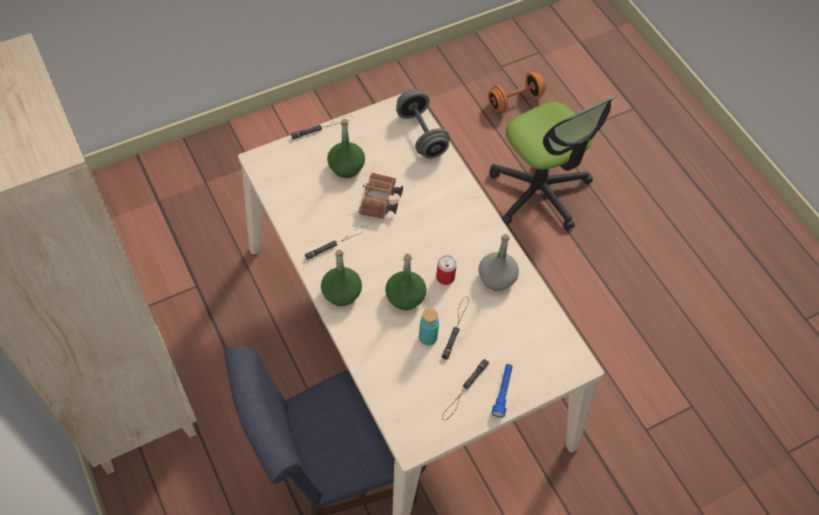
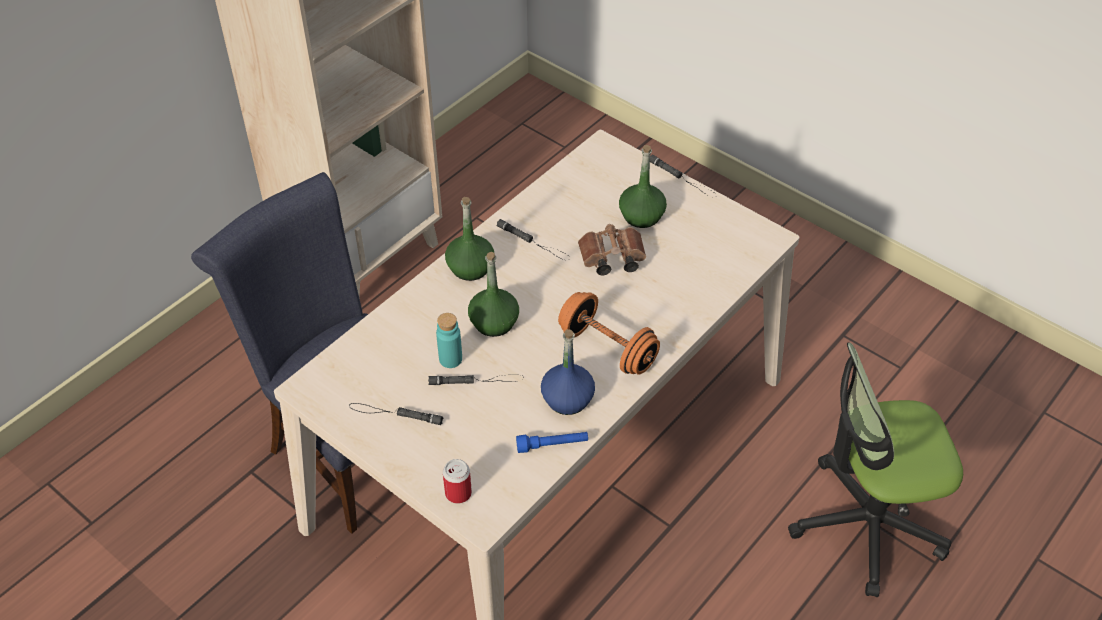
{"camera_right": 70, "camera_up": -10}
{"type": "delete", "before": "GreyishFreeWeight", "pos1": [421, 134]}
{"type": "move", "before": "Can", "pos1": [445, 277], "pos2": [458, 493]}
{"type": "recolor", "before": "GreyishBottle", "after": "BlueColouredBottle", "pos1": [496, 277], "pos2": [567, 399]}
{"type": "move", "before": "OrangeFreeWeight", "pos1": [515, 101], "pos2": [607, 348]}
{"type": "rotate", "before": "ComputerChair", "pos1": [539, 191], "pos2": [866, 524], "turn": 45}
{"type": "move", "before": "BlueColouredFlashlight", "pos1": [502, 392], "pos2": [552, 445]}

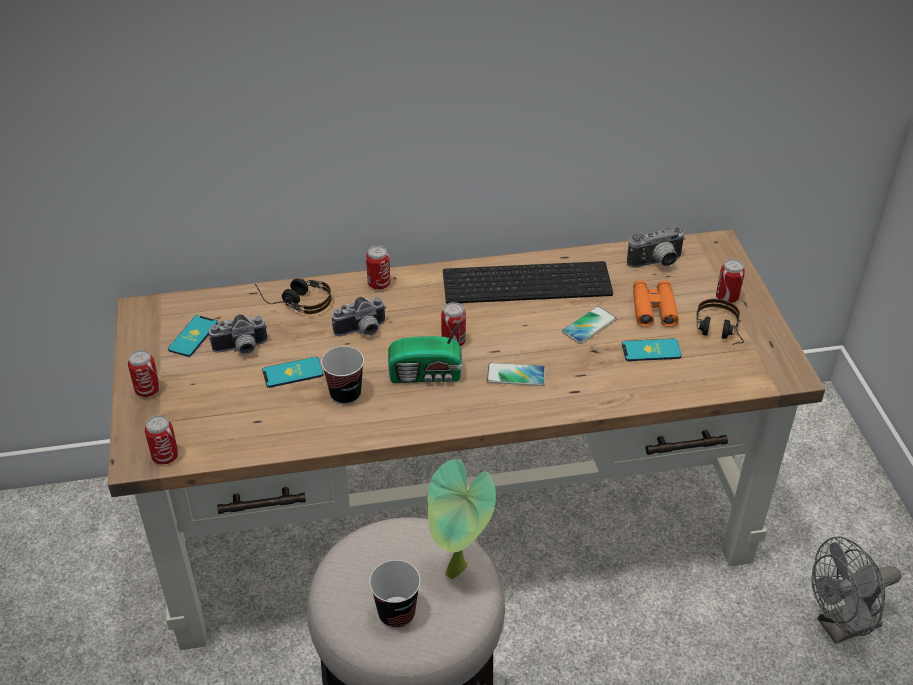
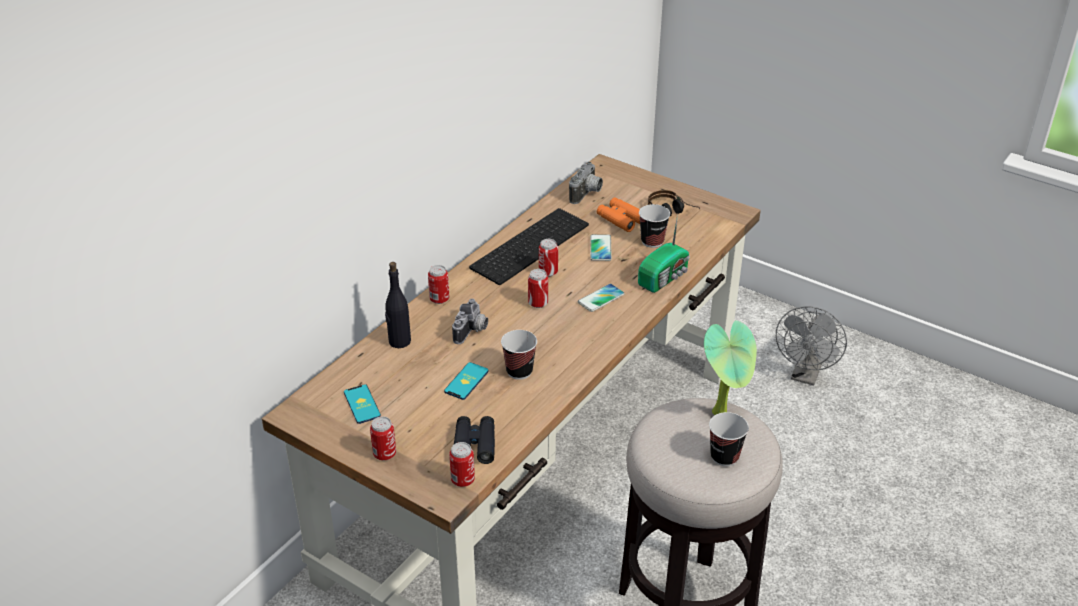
{"camera_right": -45, "camera_up": -5}
{"type": "delete", "before": "PhotoCamera", "pos1": [241, 349]}
{"type": "replace", "before": "Headset", "after": "BlackBottle", "pos1": [295, 301], "pos2": [399, 341]}
{"type": "move", "before": "RadioSet", "pos1": [427, 375], "pos2": [665, 277]}
{"type": "replace", "before": "Phone", "after": "DrinkingCup", "pos1": [651, 350], "pos2": [652, 241]}
{"type": "move", "before": "Can", "pos1": [727, 298], "pos2": [548, 272]}
{"type": "insert", "after": "BlackPairOfBinoculars", "pos2": [474, 445]}

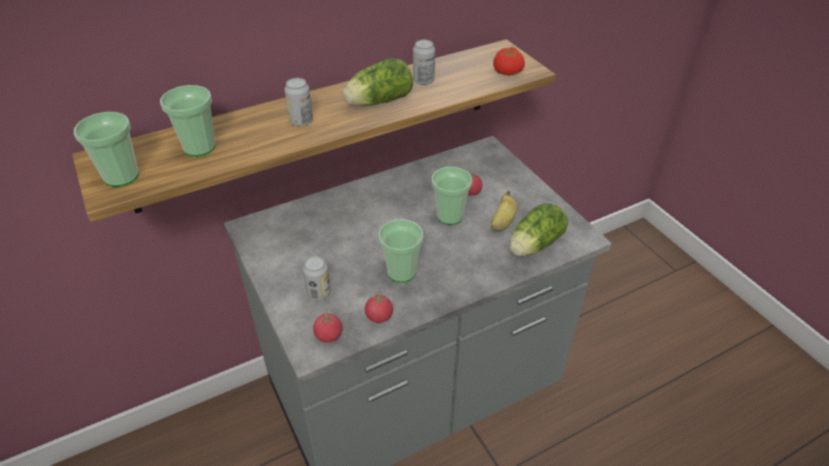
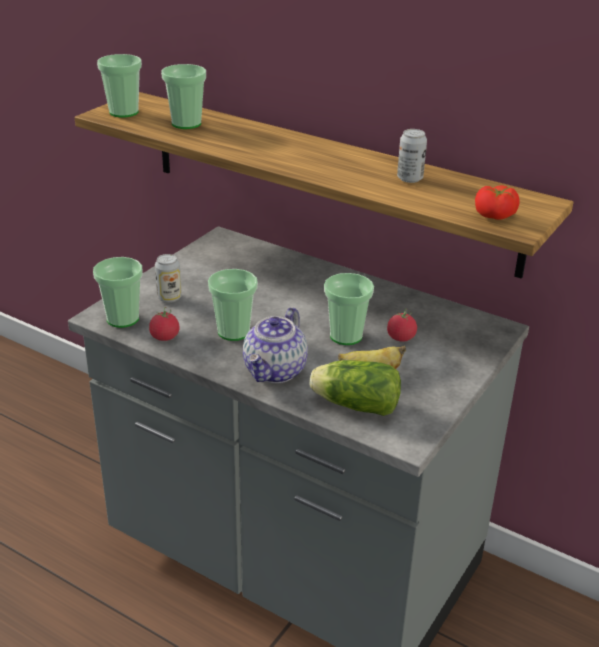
{"camera_right": 60, "camera_up": -10}
{"type": "delete", "before": "Can", "pos1": [301, 121]}
{"type": "replace", "before": "Tomato", "after": "DrinkingCup", "pos1": [328, 335], "pos2": [122, 319]}
{"type": "delete", "before": "LettuceHead", "pos1": [377, 102]}
{"type": "insert", "after": "Teapot", "pos2": [275, 371]}

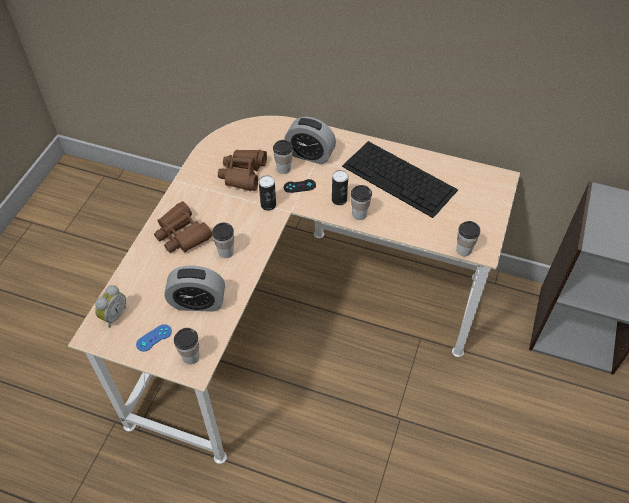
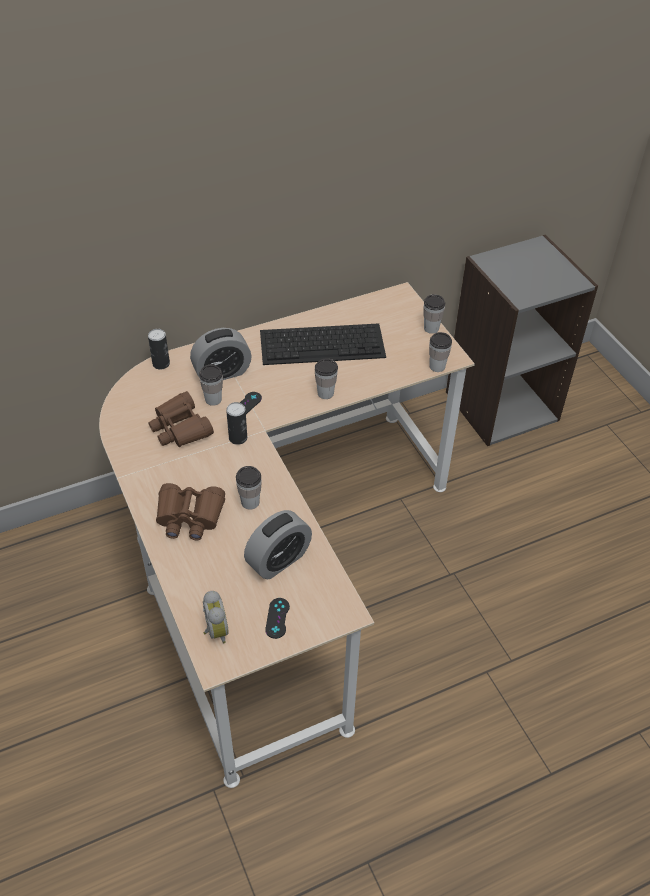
{"camera_right": -45, "camera_up": -5}
{"type": "recolor", "before": "BlueColouredGamepad", "after": "BlackGamepad", "pos1": [154, 338], "pos2": [277, 618]}
{"type": "move", "before": "DrinkingCup", "pos1": [191, 357], "pos2": [431, 328]}
{"type": "move", "before": "Can", "pos1": [339, 199], "pos2": [161, 364]}

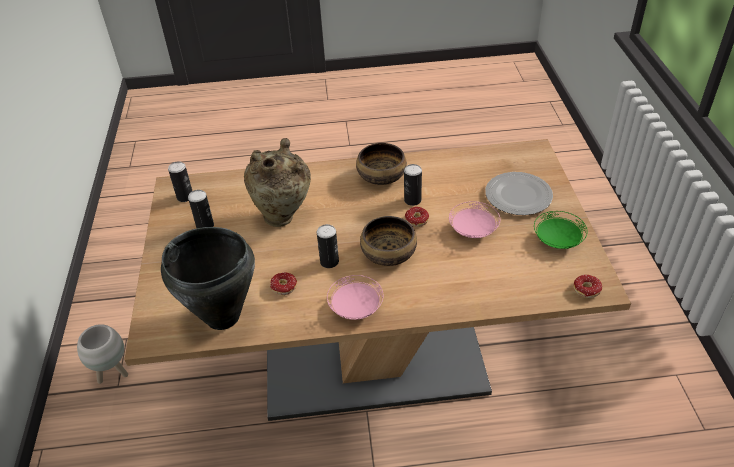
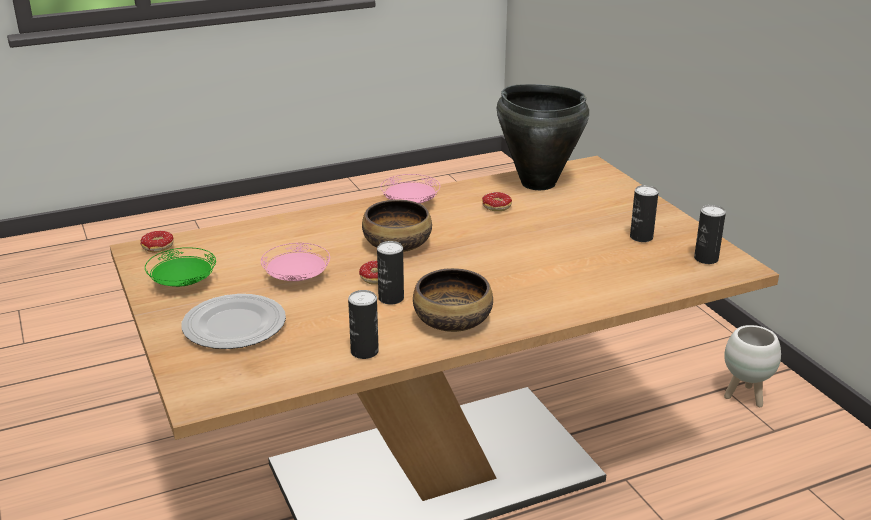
{"camera_right": 160, "camera_up": -15}
{"type": "delete", "before": "BeigeColouredFlowerVase", "pos1": [283, 216]}
{"type": "move", "before": "Can", "pos1": [329, 262], "pos2": [364, 351]}

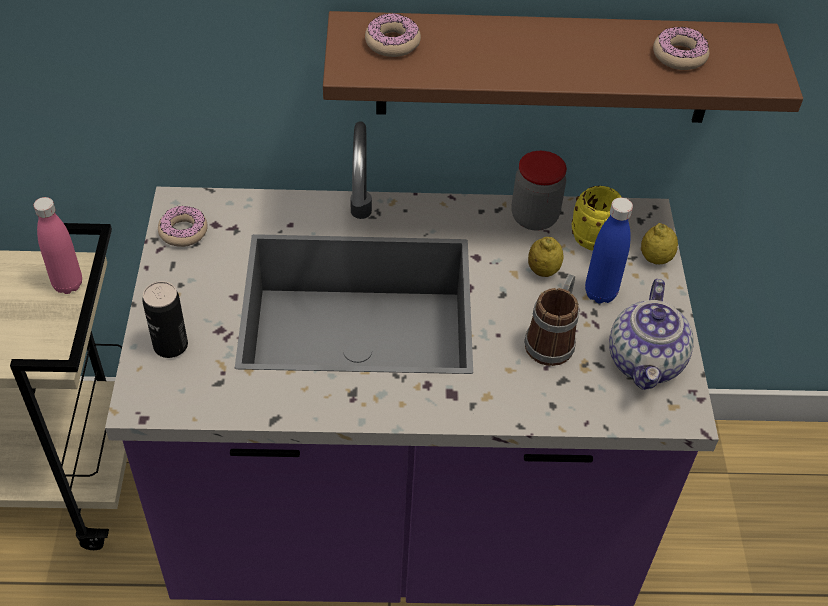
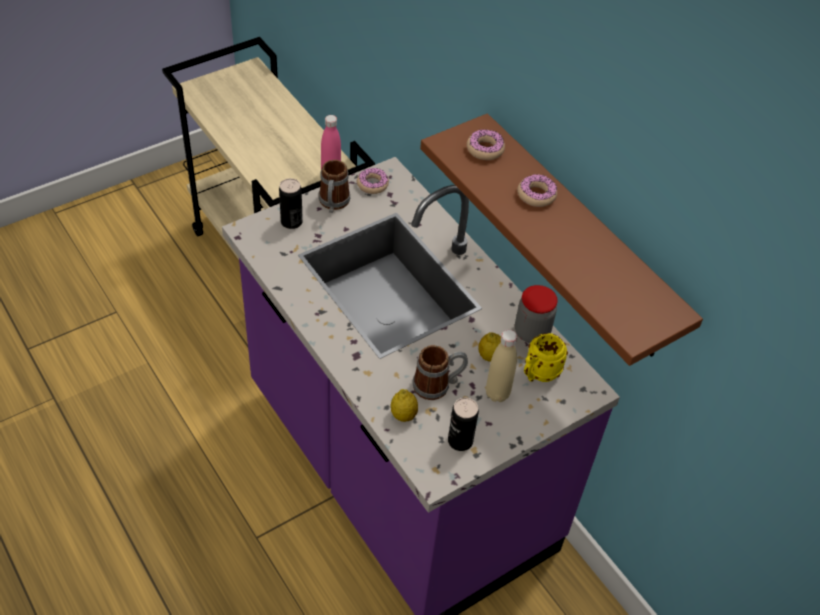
{"camera_right": 55, "camera_up": 0}
{"type": "recolor", "before": "BlueColouredBottle", "after": "BeigeColouredBottle", "pos1": [600, 293], "pos2": [497, 393]}
{"type": "replace", "before": "Teapot", "after": "Can", "pos1": [646, 362], "pos2": [460, 441]}
{"type": "move", "before": "CitrusFruit", "pos1": [655, 259], "pos2": [403, 415]}
{"type": "move", "before": "RingDoughnut", "pos1": [679, 55], "pos2": [536, 195]}
{"type": "insert", "after": "TeaMug", "pos2": [333, 204]}

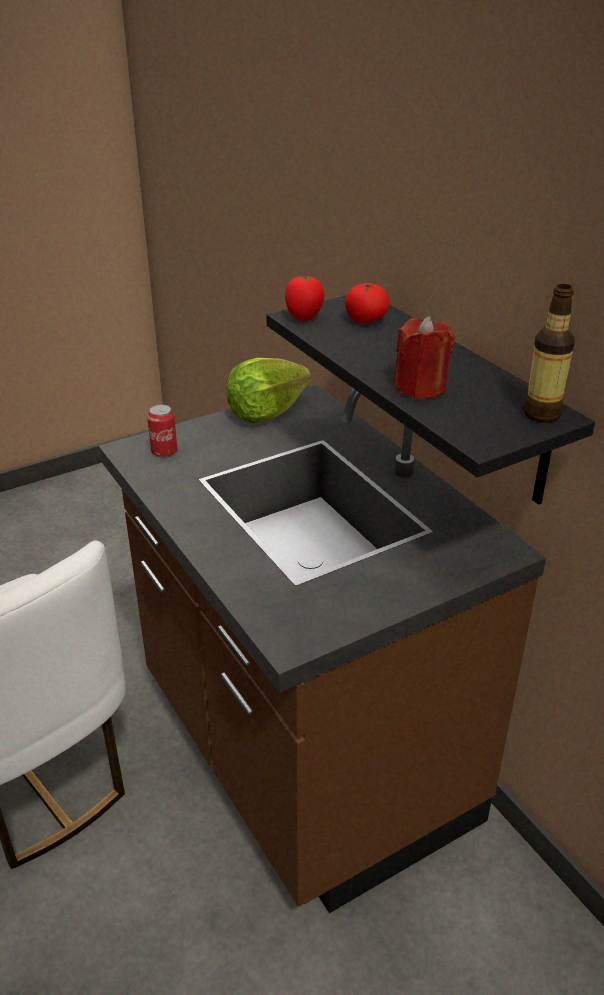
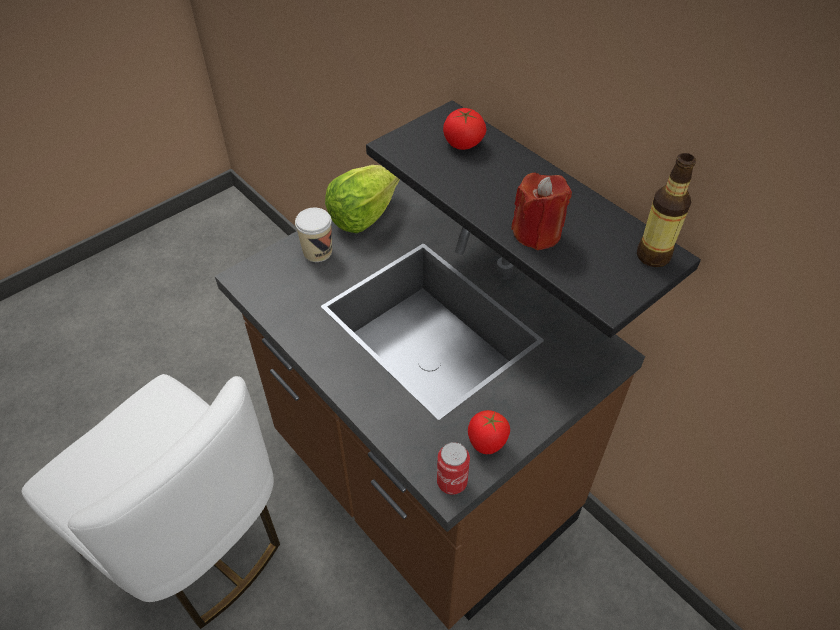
{"camera_right": -10, "camera_up": 15}
{"type": "move", "before": "Can", "pos1": [164, 452], "pos2": [452, 482]}
{"type": "move", "before": "Tomato", "pos1": [303, 318], "pos2": [486, 444]}
{"type": "insert", "after": "DrinkingCup", "pos2": [317, 252]}

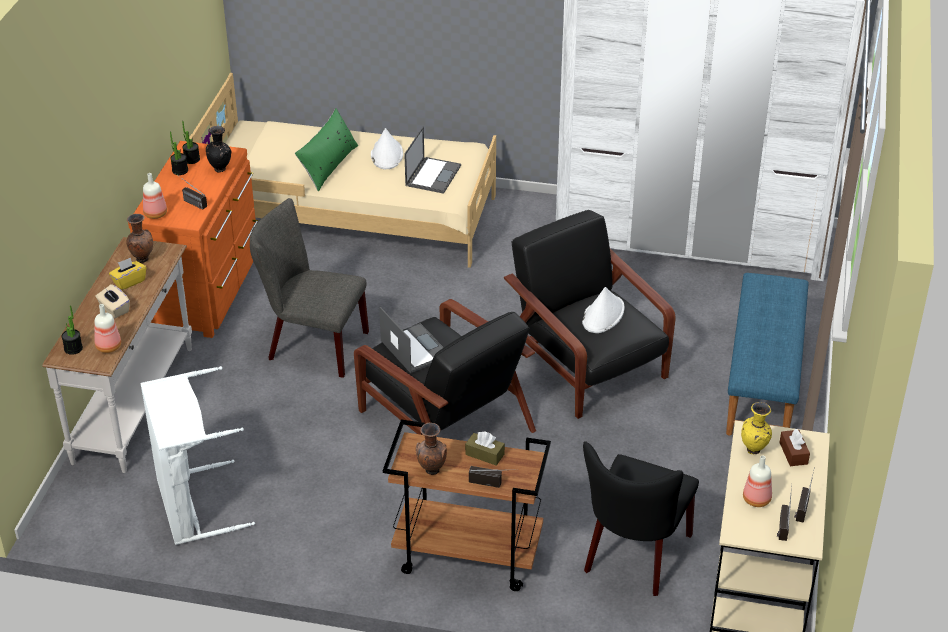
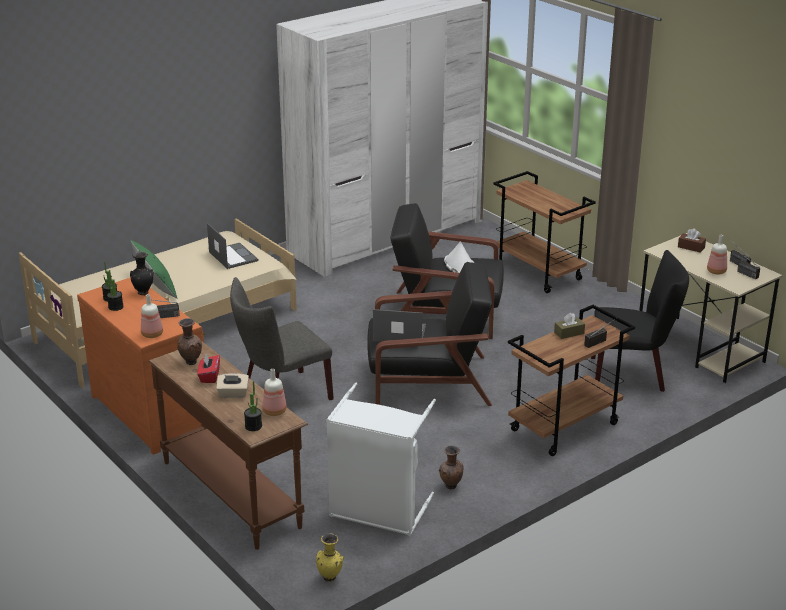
{"camera_right": -50, "camera_up": -10}
{"type": "recolor", "before": "WhiteHallTable", "after": "BrownColouredHallTable", "pos1": [135, 404], "pos2": [232, 493]}
{"type": "recolor", "before": "YellowishTissueBox", "after": "ReddishTissueBox", "pos1": [129, 281], "pos2": [209, 376]}
{"type": "delete", "before": "WhiteClothingHat", "pos1": [386, 154]}
{"type": "move", "before": "BrownColouredFlowerVase", "pos1": [431, 471], "pos2": [451, 487]}
{"type": "rotate", "before": "BlackPlainChair", "pos1": [634, 557], "pos2": [633, 375], "turn": -60}
{"type": "replace", "before": "BlueColouredIndoorBench", "after": "BrownColouredTrolley", "pos1": [764, 381], "pos2": [539, 273]}
{"type": "move", "before": "YellowishFlowerVase", "pos1": [754, 450], "pos2": [330, 578]}

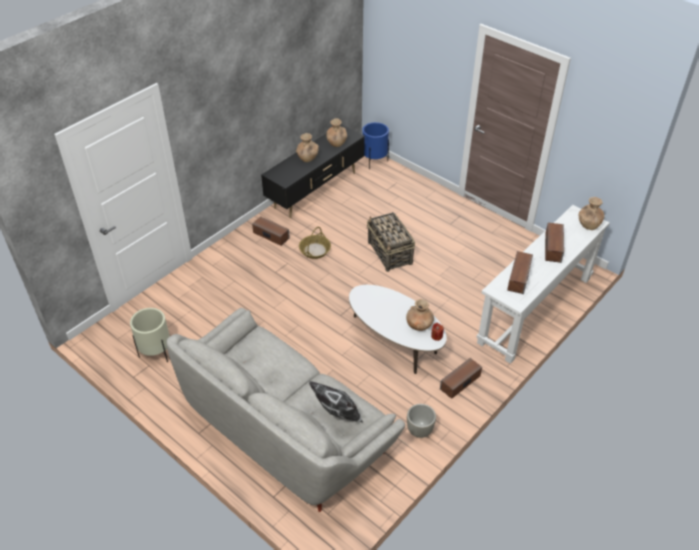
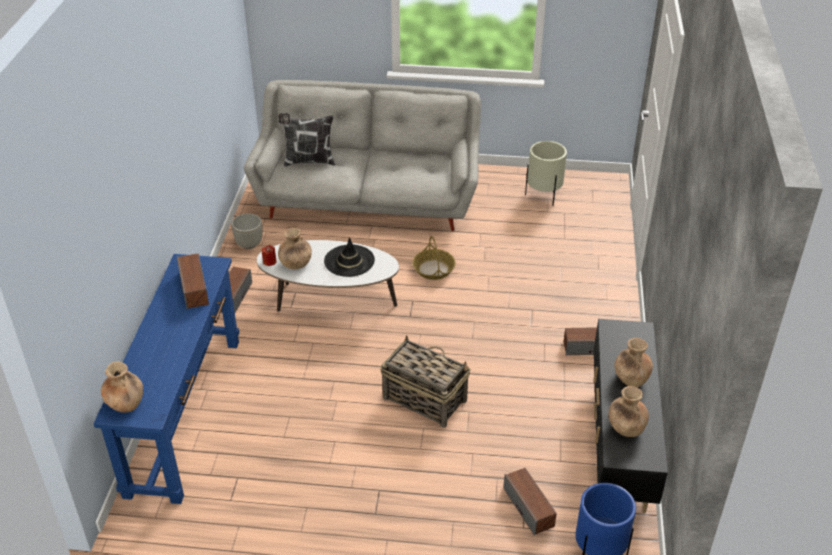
{"camera_right": 145, "camera_up": -5}
{"type": "move", "before": "Basket", "pos1": [315, 250], "pos2": [434, 269]}
{"type": "recolor", "before": "WhiteHallTable", "after": "BlueColouredHallTable", "pos1": [535, 310], "pos2": [185, 414]}
{"type": "move", "before": "Loudspeaker", "pos1": [552, 247], "pos2": [529, 507]}
{"type": "insert", "after": "BlackClothingHat", "pos2": [349, 261]}

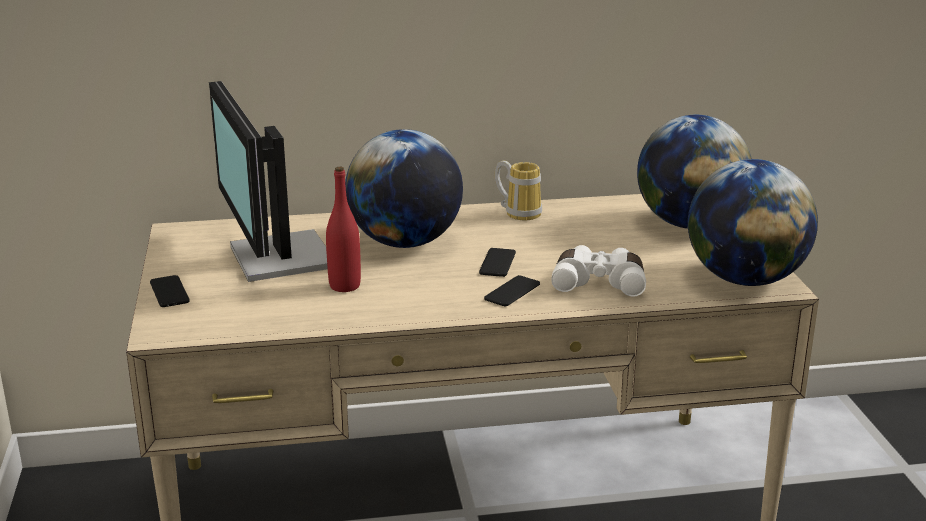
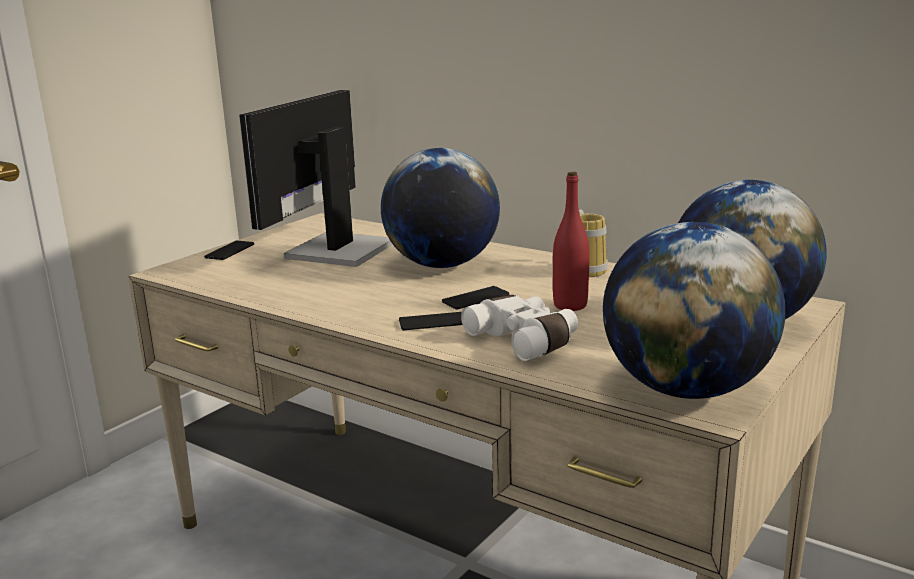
{"camera_right": 45, "camera_up": -5}
{"type": "move", "before": "ReddishBottle", "pos1": [345, 286], "pos2": [570, 305]}

